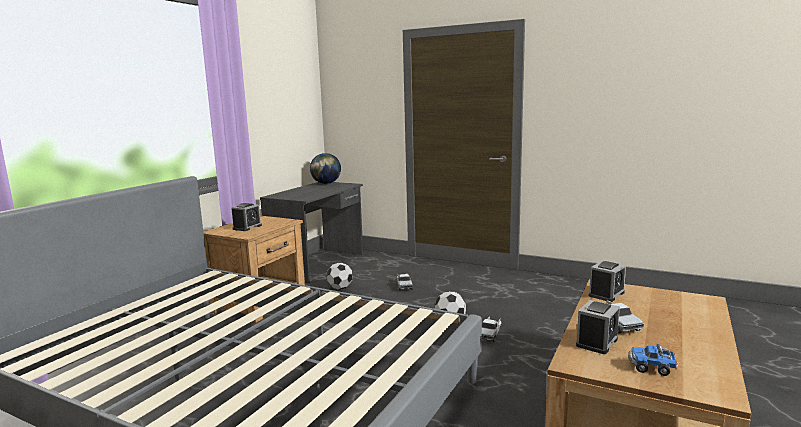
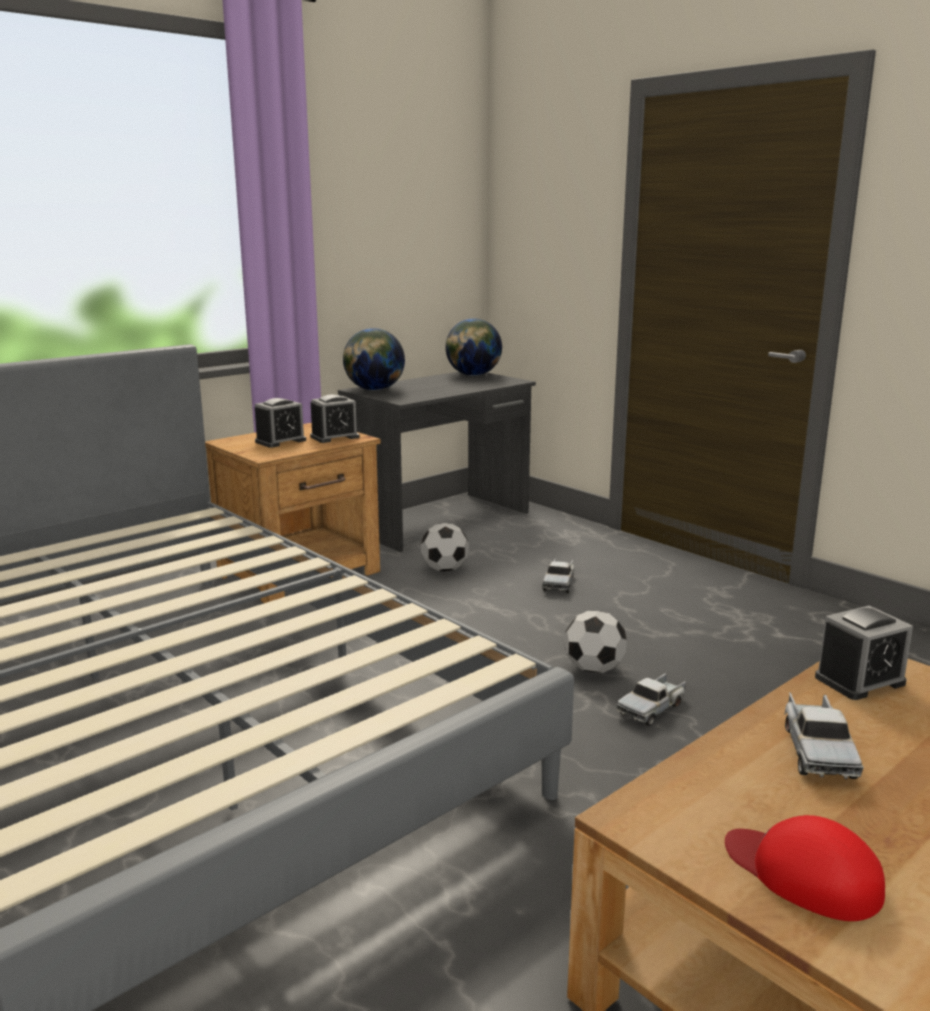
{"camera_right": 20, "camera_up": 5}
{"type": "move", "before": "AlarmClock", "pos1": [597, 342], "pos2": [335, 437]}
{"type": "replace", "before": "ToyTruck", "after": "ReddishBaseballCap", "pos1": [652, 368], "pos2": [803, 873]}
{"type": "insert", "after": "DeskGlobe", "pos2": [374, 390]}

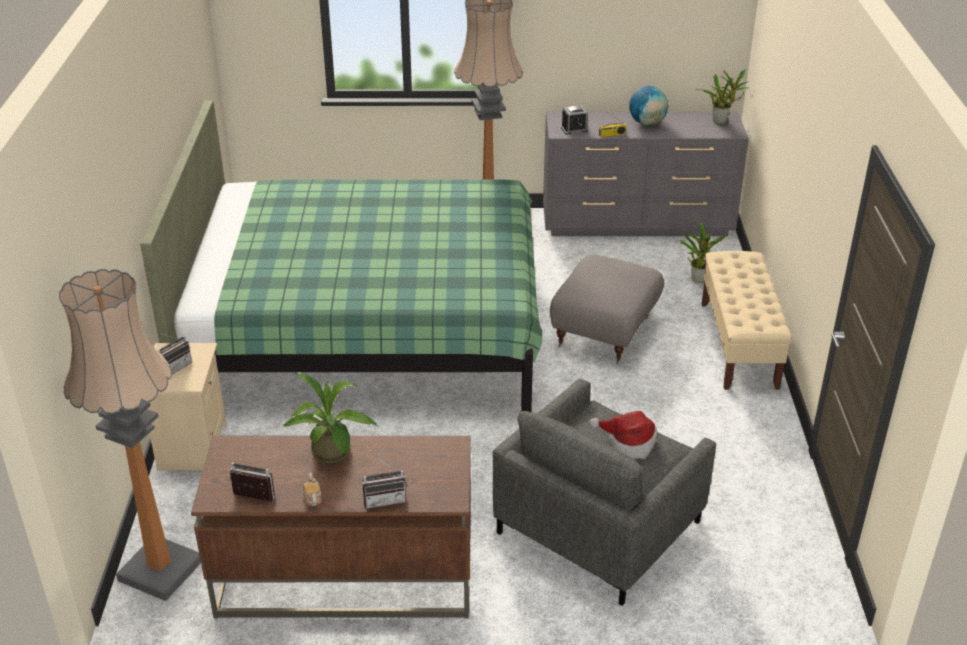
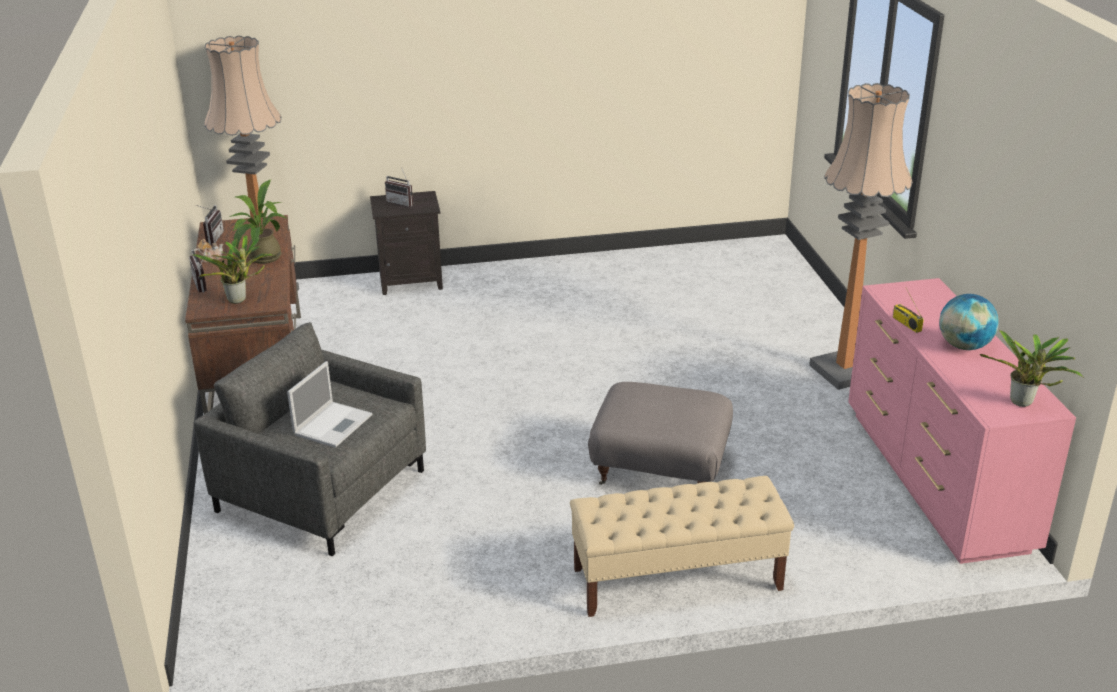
{"camera_right": 80, "camera_up": -5}
{"type": "delete", "before": "GreenColouredBed", "pos1": [366, 326]}
{"type": "recolor", "before": "BeigeColouredBedsideTable", "after": "BlackBedsideTable", "pos1": [191, 445], "pos2": [411, 281]}
{"type": "recolor", "before": "GreyishDrawerChest", "after": "PinkishDrawerChest", "pos1": [638, 223], "pos2": [936, 480]}
{"type": "delete", "before": "AlarmClock", "pos1": [574, 129]}
{"type": "replace", "before": "ClothingHat", "after": "PortableComputer", "pos1": [628, 443], "pos2": [333, 424]}
{"type": "move", "before": "PlantInAPot", "pos1": [698, 278], "pos2": [240, 300]}

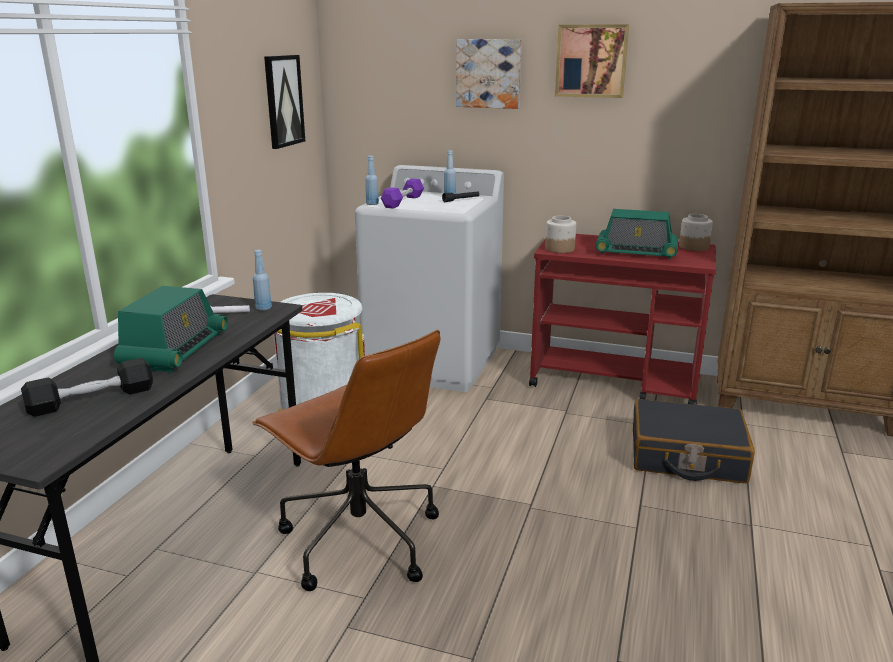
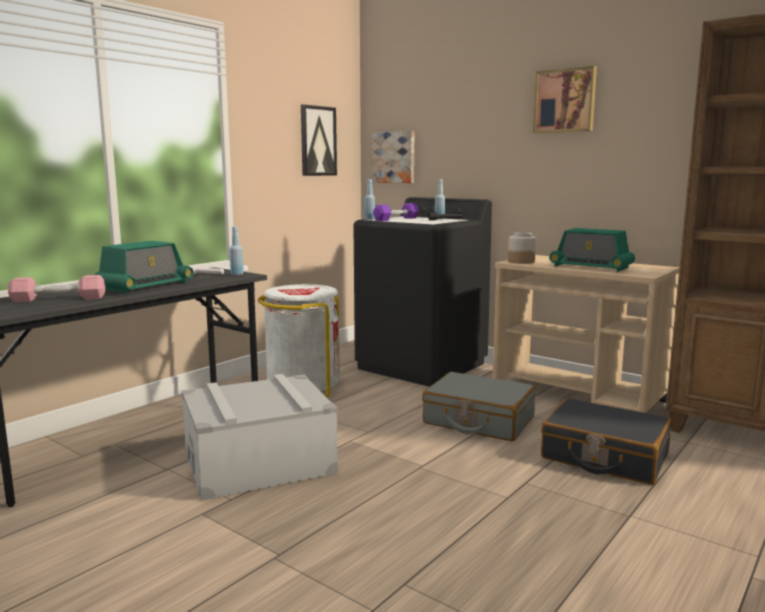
{"camera_right": 20, "camera_up": -10}
{"type": "recolor", "before": "BlackFreeWeight", "after": "PinkishFreeWeight", "pos1": [92, 399], "pos2": [59, 299]}
{"type": "replace", "before": "BrownColouredComputerChair", "after": "GreyishStorageBox", "pos1": [358, 539], "pos2": [259, 463]}
{"type": "recolor", "before": "WhiteLaundryMachine", "after": "BlackLaundryMachine", "pos1": [434, 362], "pos2": [422, 366]}
{"type": "move", "before": "Picture", "pos1": [489, 73], "pos2": [394, 157]}
{"type": "recolor", "before": "ReddishTrolley", "after": "BeigeColouredTrolley", "pos1": [615, 381], "pos2": [578, 396]}
{"type": "delete", "before": "PreserveJar", "pos1": [693, 247]}
{"type": "insert", "after": "GreyishSuitcase", "pos2": [478, 420]}

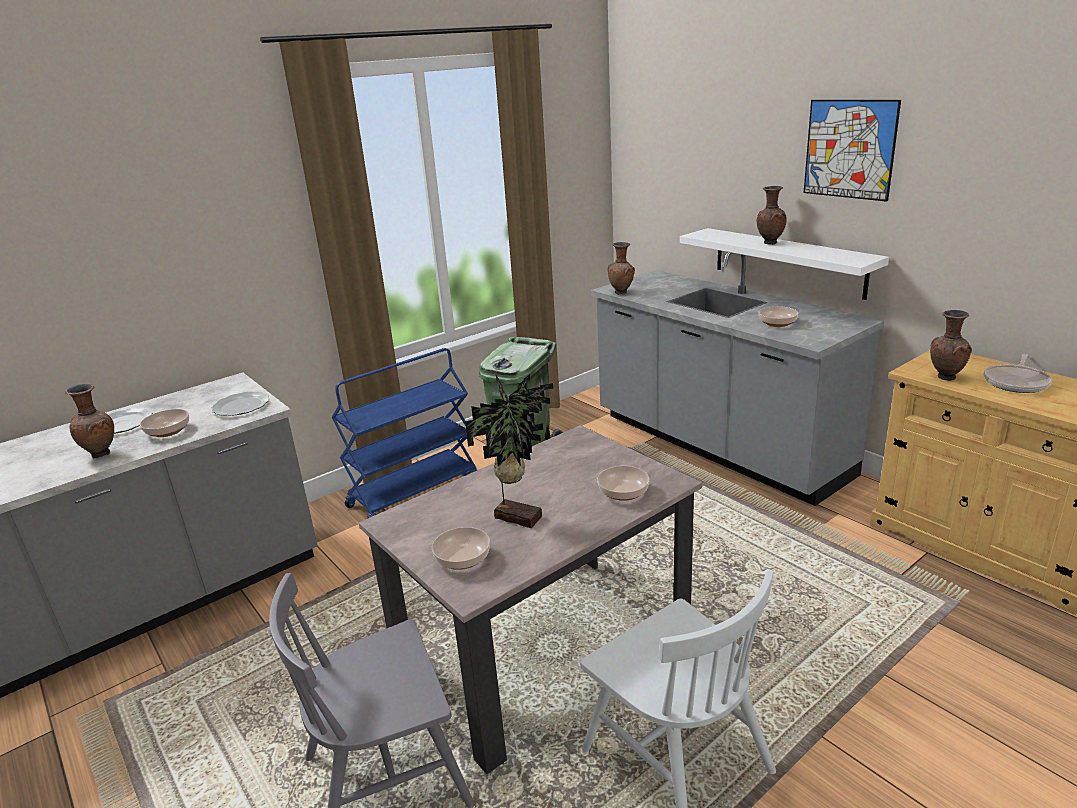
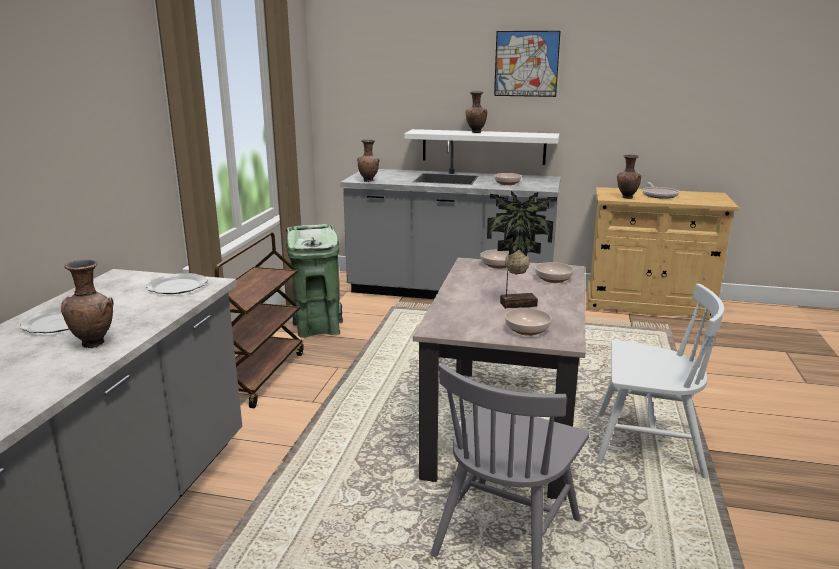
{"camera_right": -40, "camera_up": -5}
{"type": "move", "before": "ServingBowl", "pos1": [167, 431], "pos2": [497, 265]}
{"type": "recolor", "before": "BlueColouredTrolley", "after": "BrownColouredTrolley", "pos1": [414, 492], "pos2": [257, 376]}

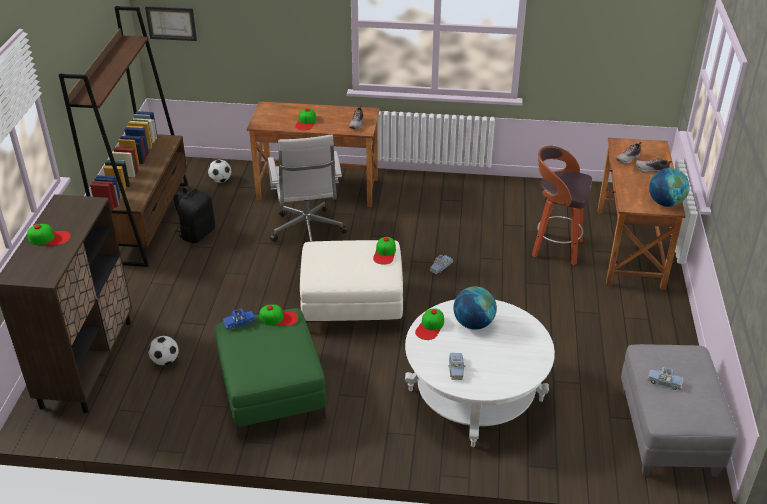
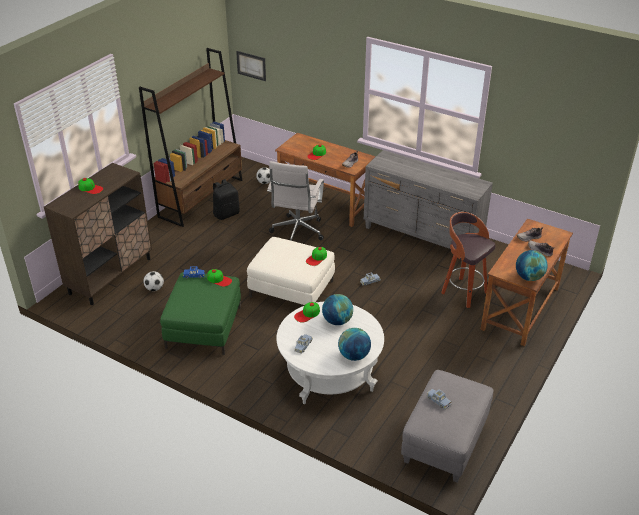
{"camera_right": 25, "camera_up": 0}
{"type": "insert", "after": "DeskGlobe", "pos2": [354, 355]}
{"type": "insert", "after": "GreyishDrawerChest", "pos2": [422, 237]}

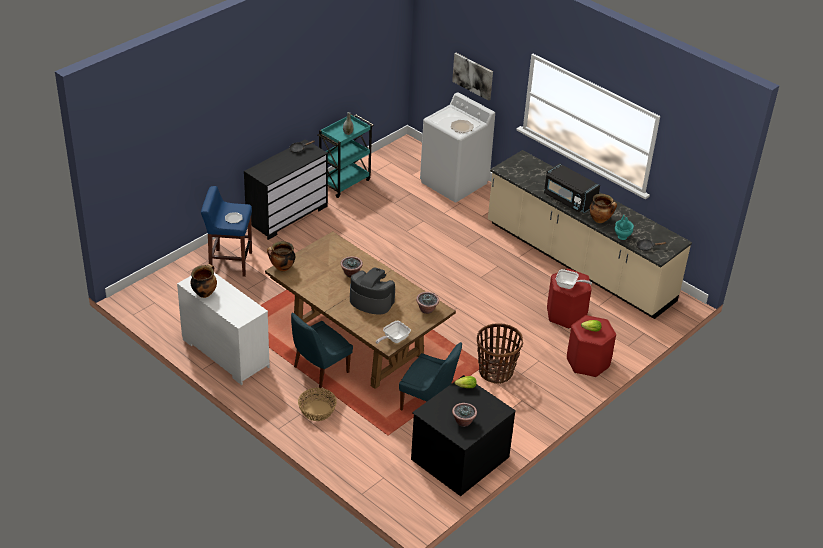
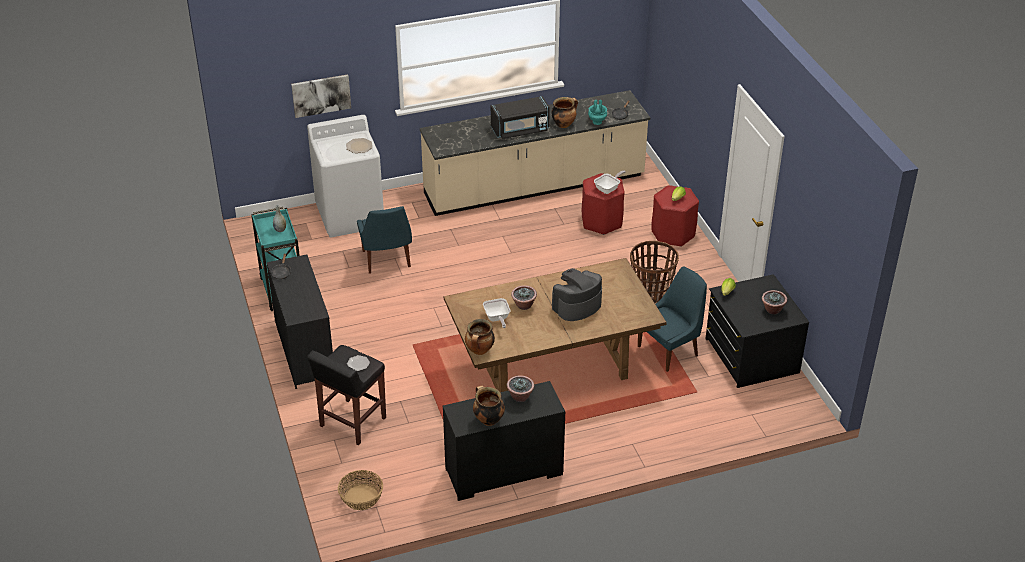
{"camera_right": -60, "camera_up": 0}
{"type": "recolor", "before": "WhiteDrawerChest", "after": "BlackDrawerChest", "pos1": [224, 353], "pos2": [504, 473]}
{"type": "recolor", "before": "BlueColouredStoolSeat", "after": "BlackStoolSeat", "pos1": [229, 263], "pos2": [352, 422]}
{"type": "move", "before": "BlueColouredPlainChair", "pos1": [319, 370], "pos2": [386, 260]}
{"type": "move", "before": "Basket", "pos1": [317, 411], "pos2": [361, 498]}
{"type": "move", "before": "Pan", "pos1": [394, 339], "pos2": [497, 319]}
{"type": "move", "before": "PlantInAPot", "pos1": [427, 309], "pos2": [520, 397]}

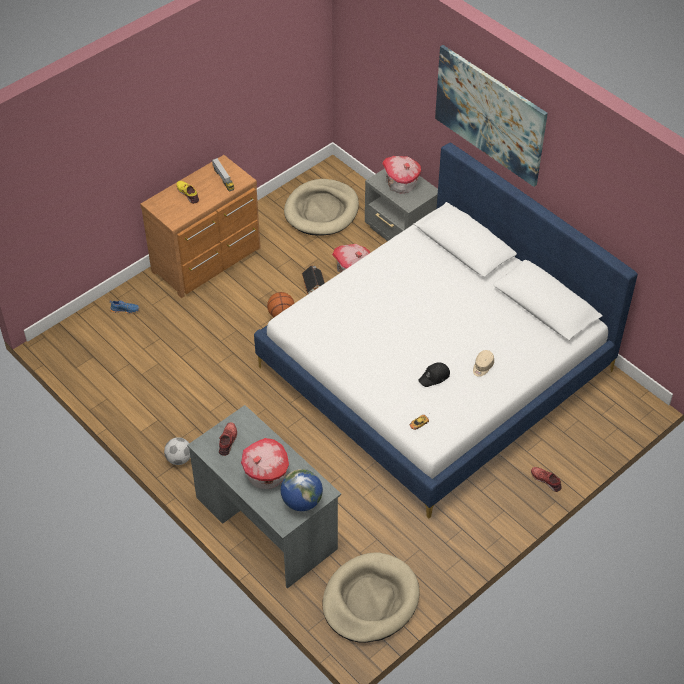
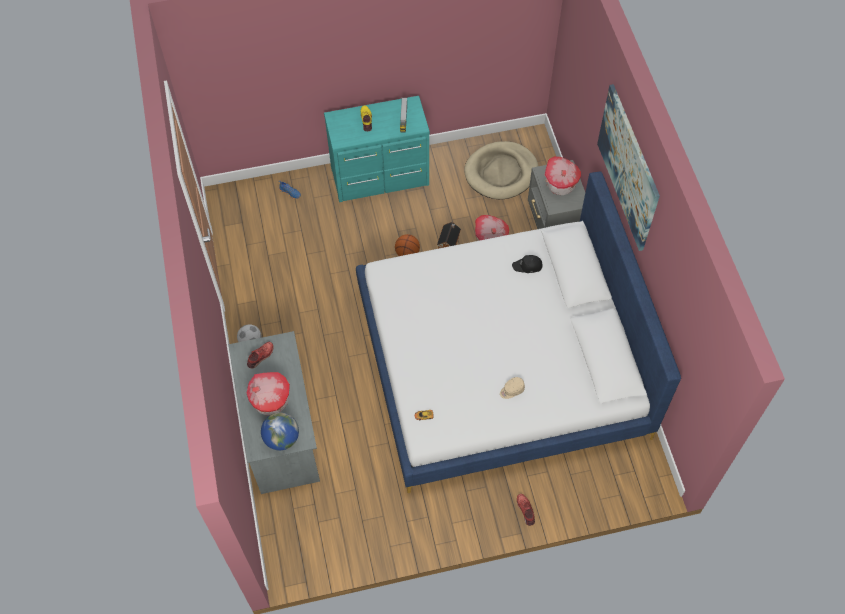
{"camera_right": 30, "camera_up": 10}
{"type": "recolor", "before": "BrownColouredDrawerChest", "after": "BlueGreenDrawerChest", "pos1": [208, 260], "pos2": [381, 178]}
{"type": "delete", "before": "BeigeColouredDogBed", "pos1": [370, 600]}
{"type": "move", "before": "BlackBaseballCap", "pos1": [434, 377], "pos2": [527, 266]}

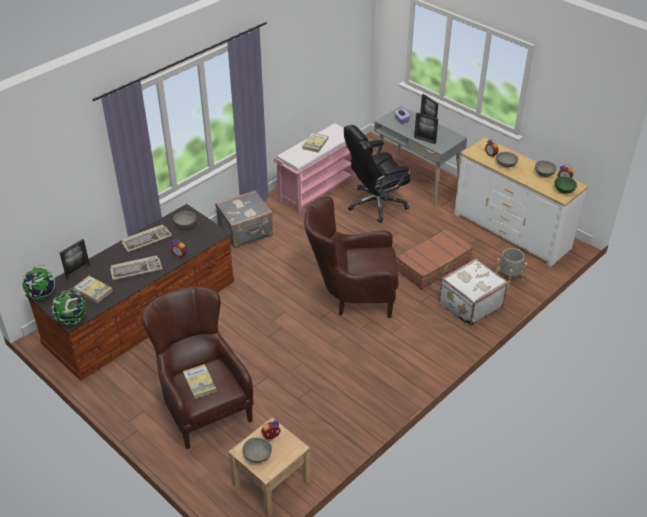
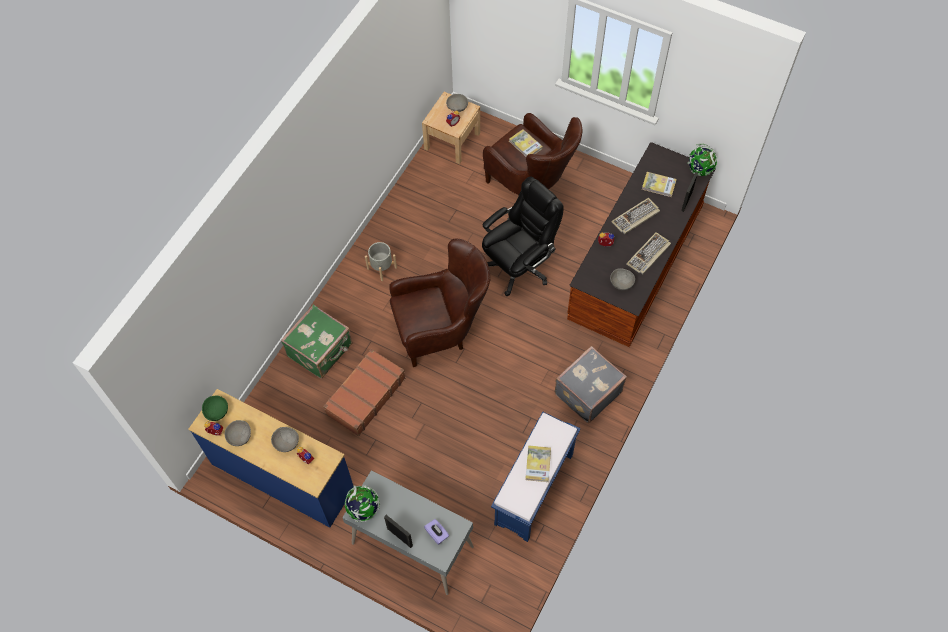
{"camera_right": 165, "camera_up": 20}
{"type": "move", "before": "DeskGlobe", "pos1": [72, 320], "pos2": [363, 509]}
{"type": "recolor", "before": "PinkishIndoorBench", "after": "BlueColouredIndoorBench", "pos1": [316, 189], "pos2": [534, 490]}
{"type": "move", "before": "BlackComputerChair", "pos1": [375, 204], "pos2": [519, 265]}
{"type": "delete", "before": "PictureFrame", "pos1": [424, 140]}
{"type": "recolor", "before": "WhiteSuitcase", "after": "GreenColouredSuitcase", "pos1": [469, 304], "pos2": [321, 350]}
{"type": "recolor", "before": "WhiteDrawerChest", "after": "BlueColouredDrawerChest", "pos1": [511, 231], "pos2": [282, 476]}
{"type": "move", "before": "GreyishPlanter", "pos1": [509, 278], "pos2": [381, 268]}

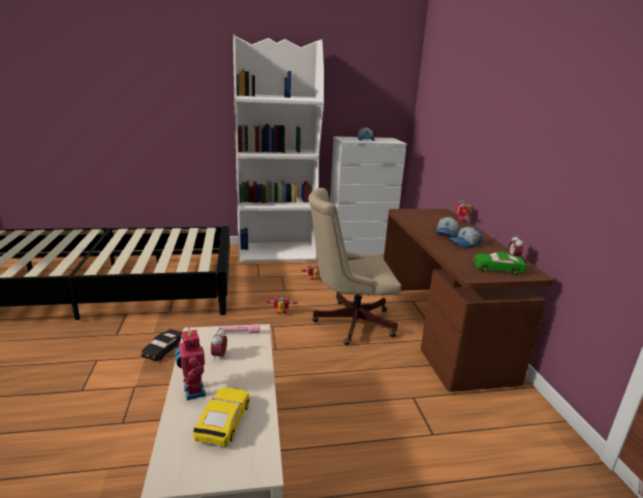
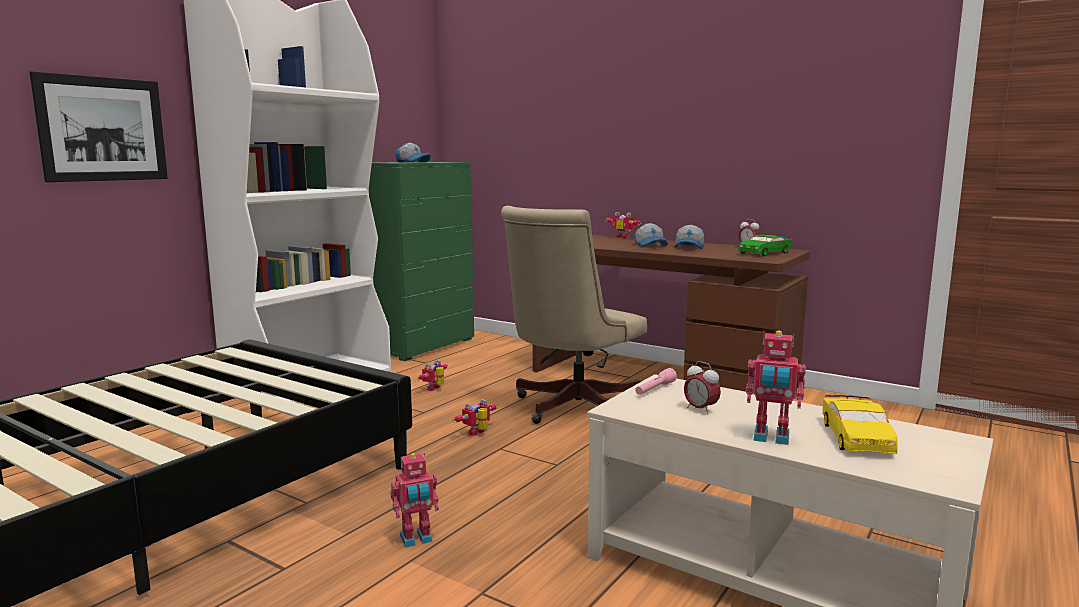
{"camera_right": -45, "camera_up": -10}
{"type": "replace", "before": "BlackMiniatureCar", "after": "ModelRobot", "pos1": [163, 350], "pos2": [416, 539]}
{"type": "rotate", "before": "YellowishMiniatureCar", "pos1": [223, 422], "pos2": [857, 437], "turn": -135}
{"type": "recolor", "before": "WhiteDrawerChest", "after": "GreenColouredDrawerChest", "pos1": [360, 250], "pos2": [420, 345]}
{"type": "insert", "after": "Picture", "pos2": [103, 129]}

